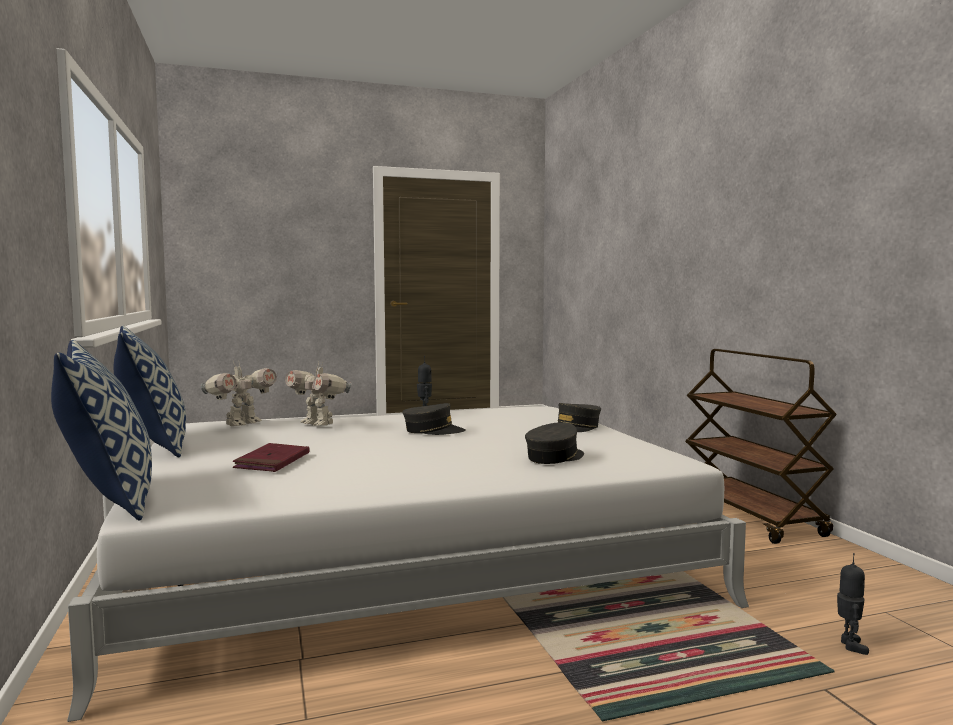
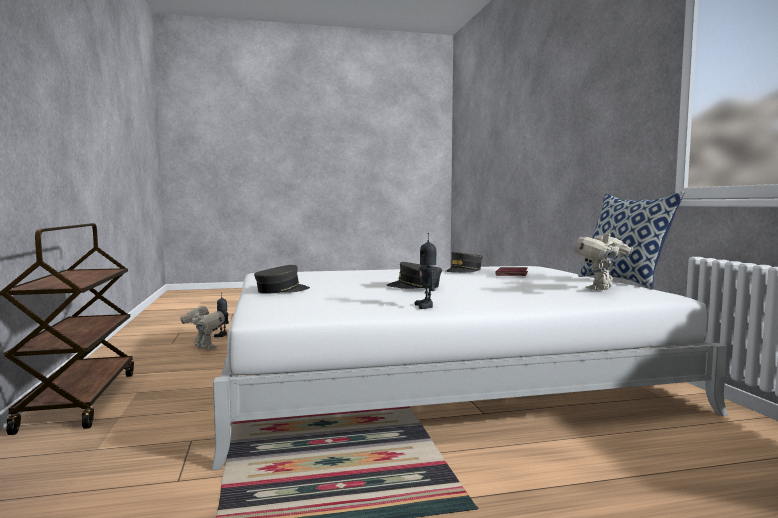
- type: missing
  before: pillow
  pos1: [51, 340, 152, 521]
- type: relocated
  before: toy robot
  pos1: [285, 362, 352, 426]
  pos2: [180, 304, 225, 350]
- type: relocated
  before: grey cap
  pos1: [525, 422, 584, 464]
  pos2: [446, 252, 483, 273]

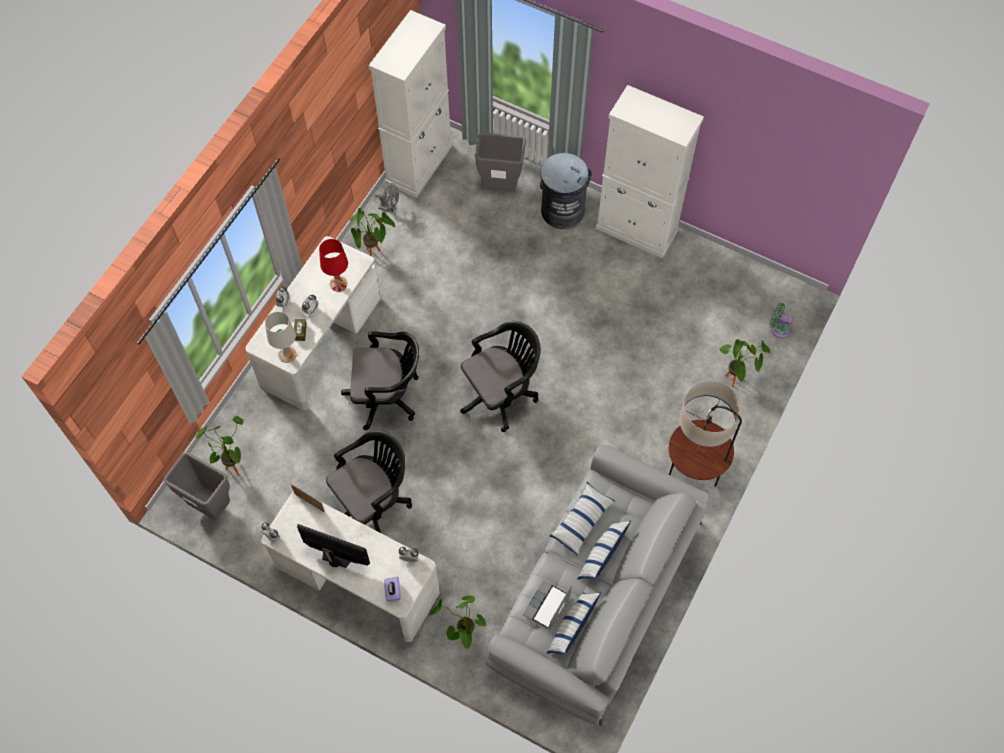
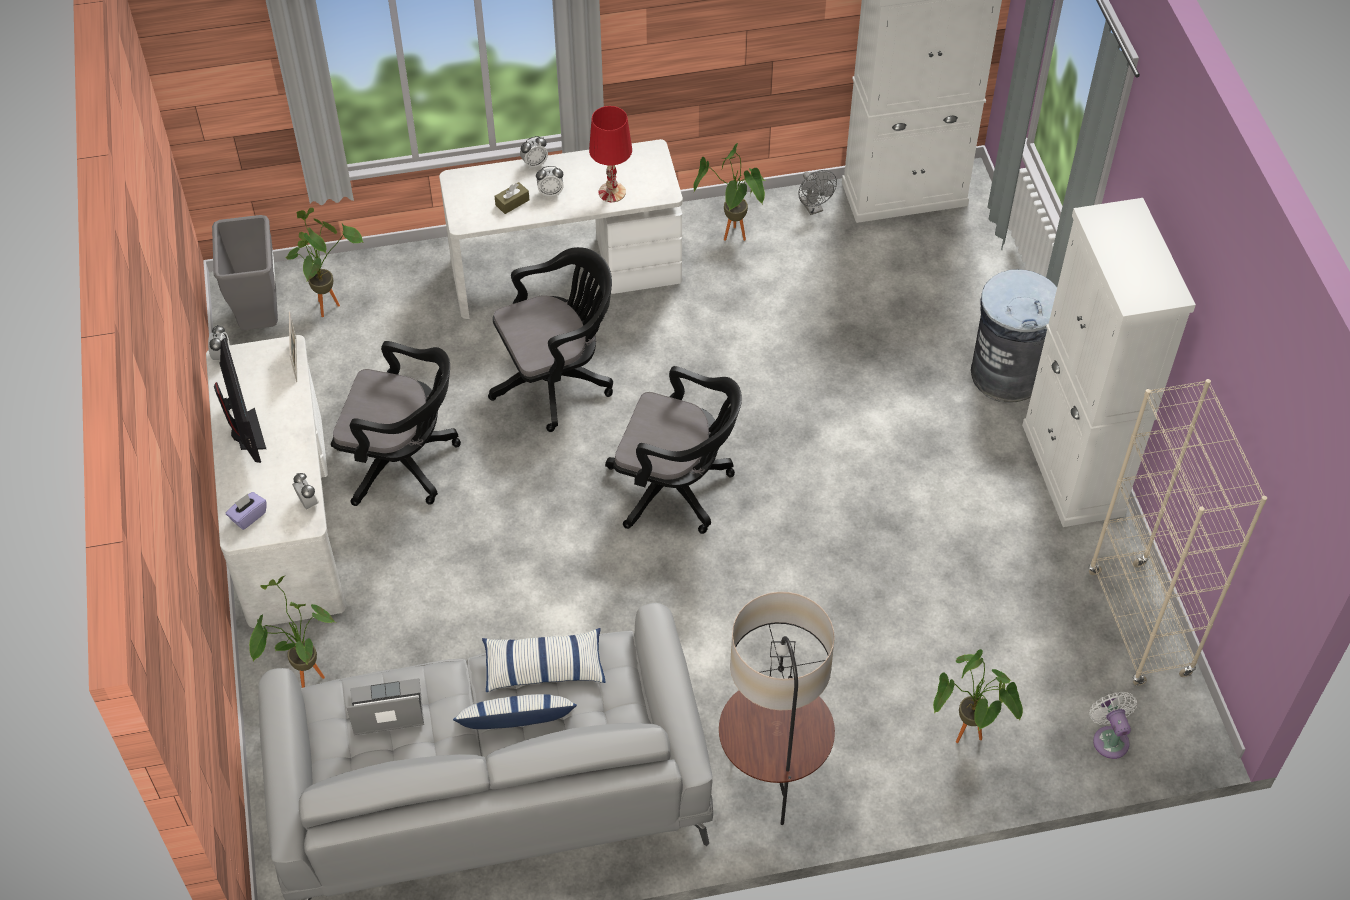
- type: missing
  before: white table lamp
  pos1: [265, 312, 297, 363]
- type: spun
  before: black office chair
  pos1: [341, 331, 419, 430]
  pos2: [488, 247, 613, 432]
  turn: -75
- type: missing
  before: grey trash can
  pos1: [475, 133, 526, 191]
- type: missing
  before: pillow
  pos1: [547, 592, 601, 655]
- type: colour
  before: green fan
  after: white fan
  pos1: [770, 303, 794, 338]
  pos2: [1089, 692, 1137, 759]
- type: appeared
  after: beige bookcase
  pos2: [1088, 379, 1267, 686]

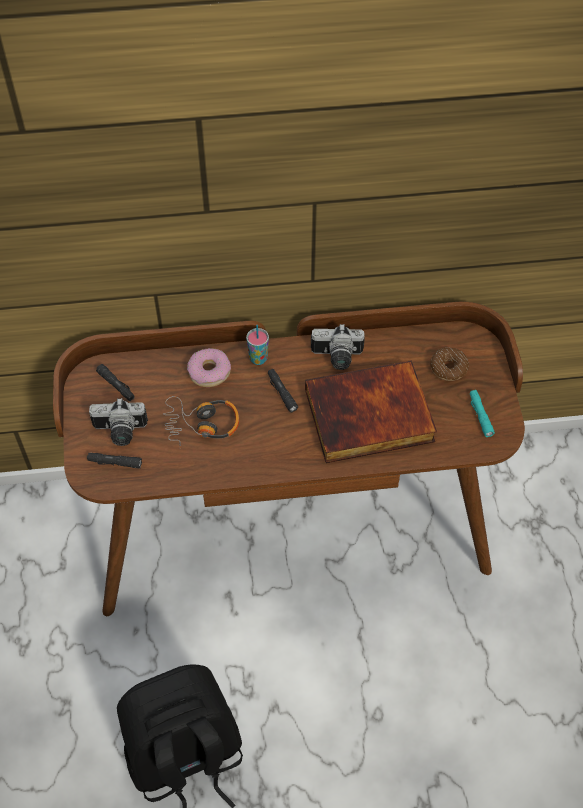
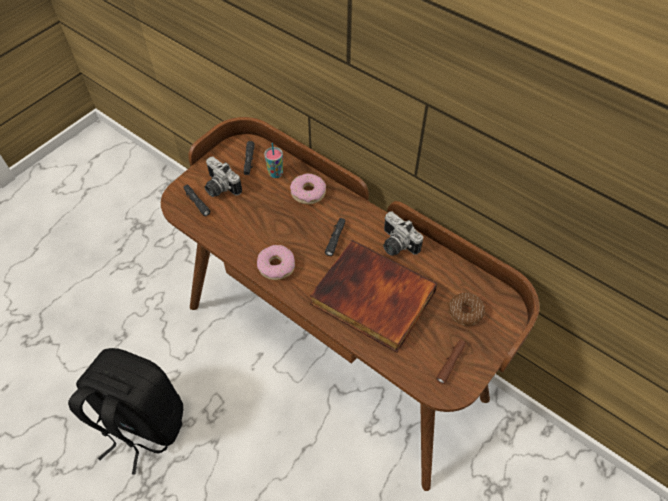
- type: missing
  before: headphones
  pos1: [163, 396, 239, 449]
- type: relocated
  before: cup
  pos1: [246, 325, 269, 365]
  pos2: [264, 143, 283, 178]
- type: colour
  before: turquoise flashlight
  after: brown flashlight
  pos1: [470, 390, 495, 437]
  pos2: [436, 340, 466, 384]
- type: appeared
  after: donut
  pos2: [257, 245, 295, 280]

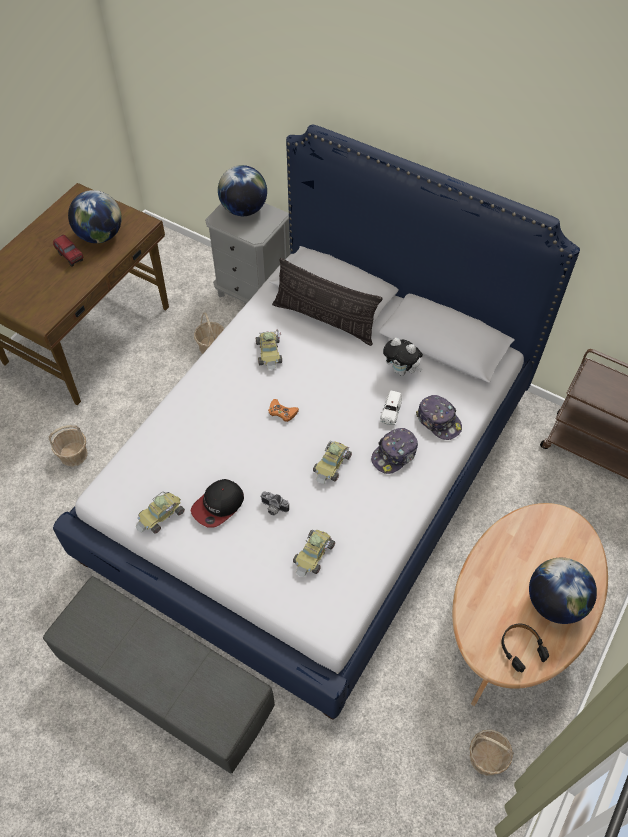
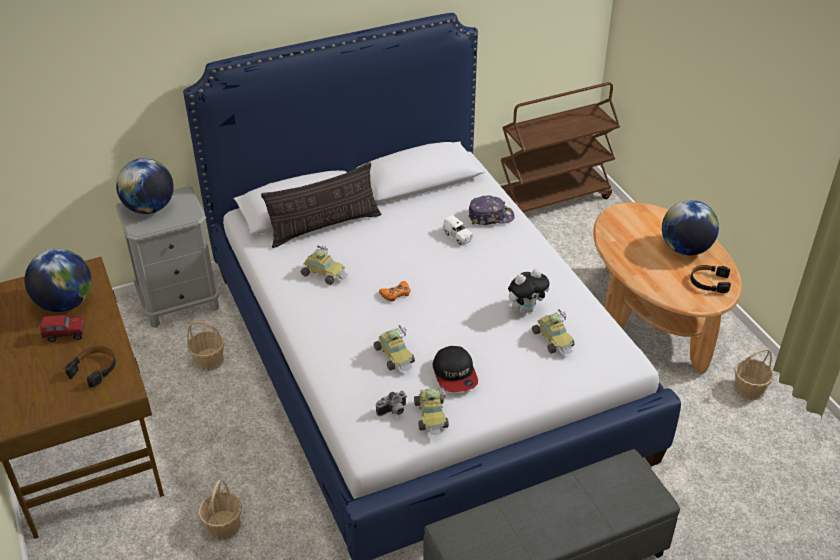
- type: relocated
  before: photo camera
  pos1: [260, 491, 289, 515]
  pos2: [376, 391, 407, 416]
- type: relocated
  before: toy car
  pos1: [313, 441, 352, 484]
  pos2: [374, 325, 415, 371]
- type: missing
  before: cap
  pos1: [371, 428, 418, 474]
- type: relocated
  before: plush toy
  pos1: [383, 338, 423, 376]
  pos2: [508, 269, 549, 314]
- type: appeared
  after: black headphones
  pos2: [65, 346, 116, 388]

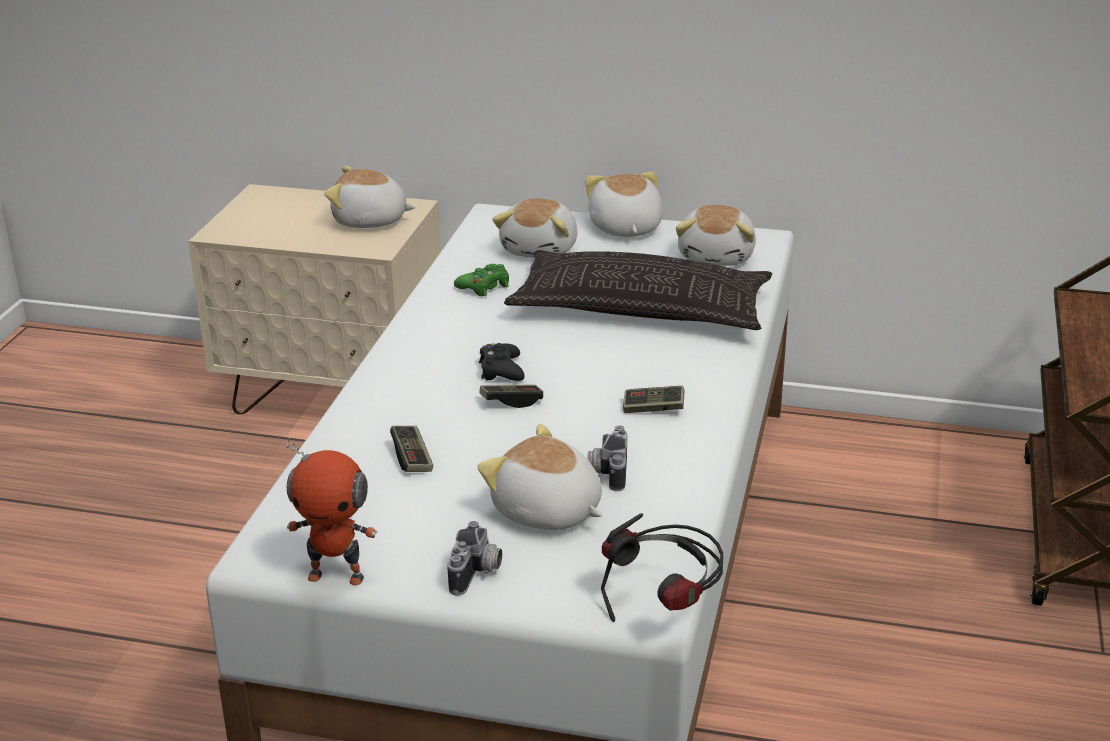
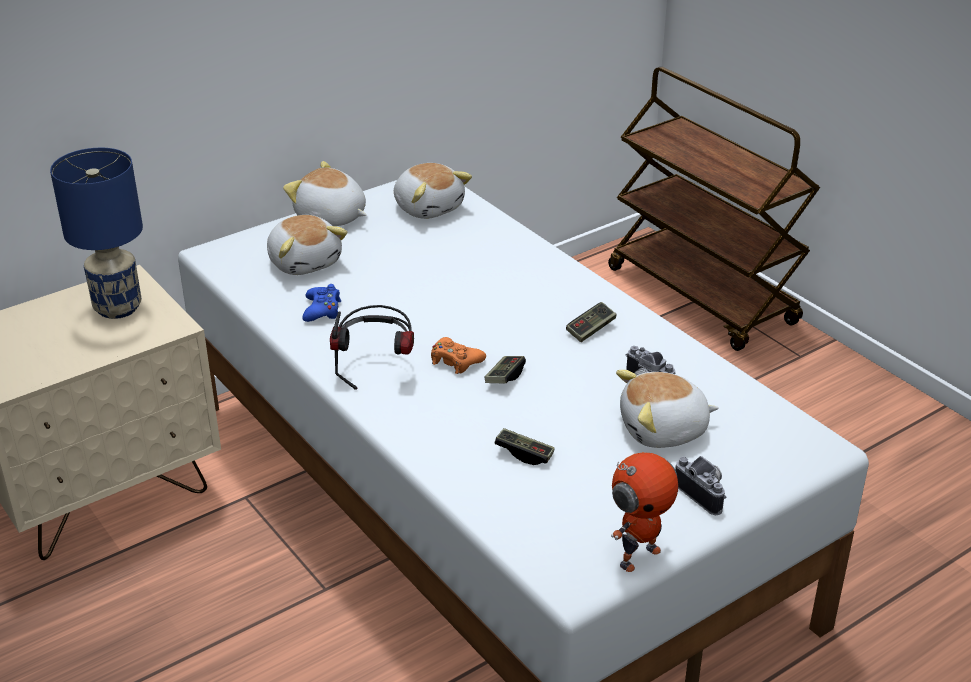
- type: exchanged
  before: plush toy
  after: blue table lamp
  pos1: [324, 166, 416, 228]
  pos2: [50, 148, 143, 319]
- type: colour
  before: green game controller
  after: blue game controller
  pos1: [454, 264, 509, 296]
  pos2: [303, 284, 341, 322]
- type: colour
  before: black game controller
  after: orange game controller
  pos1: [479, 343, 525, 381]
  pos2: [431, 337, 486, 374]
- type: missing
  before: pillow
  pos1: [504, 250, 772, 330]
- type: relocated
  before: headphones
  pos1: [601, 513, 723, 622]
  pos2: [330, 305, 414, 390]

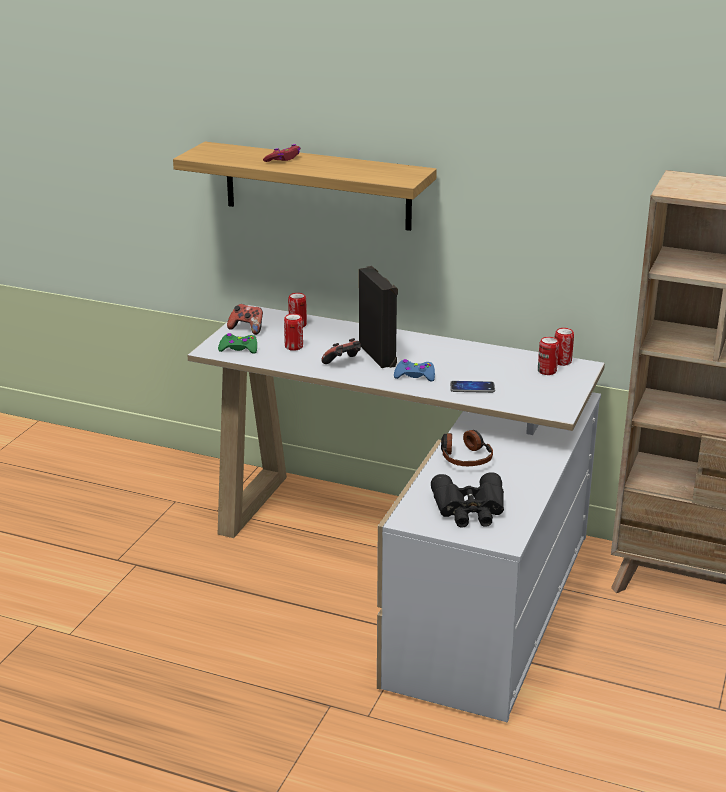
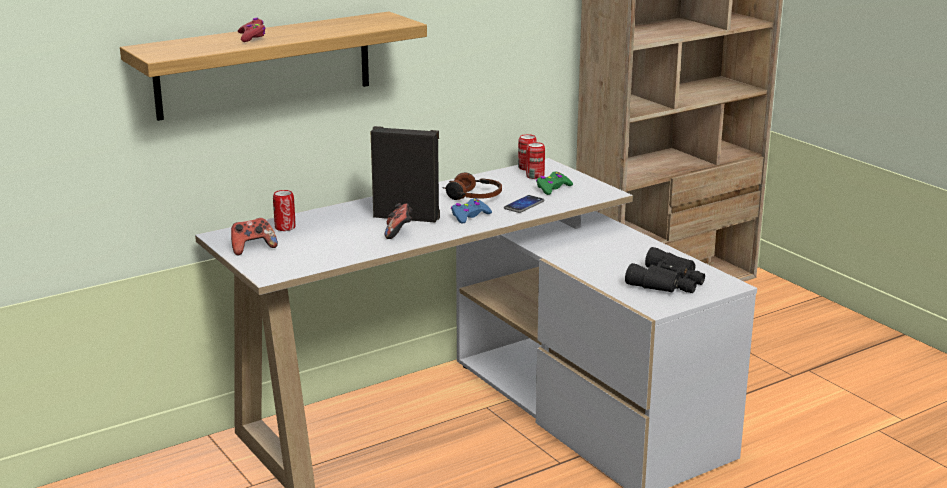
- type: relocated
  before: green game controller
  pos1: [218, 333, 257, 354]
  pos2: [536, 172, 573, 195]
- type: missing
  before: can
  pos1: [284, 314, 303, 351]
- type: relocated
  before: headphones
  pos1: [441, 430, 493, 466]
  pos2: [442, 172, 502, 200]

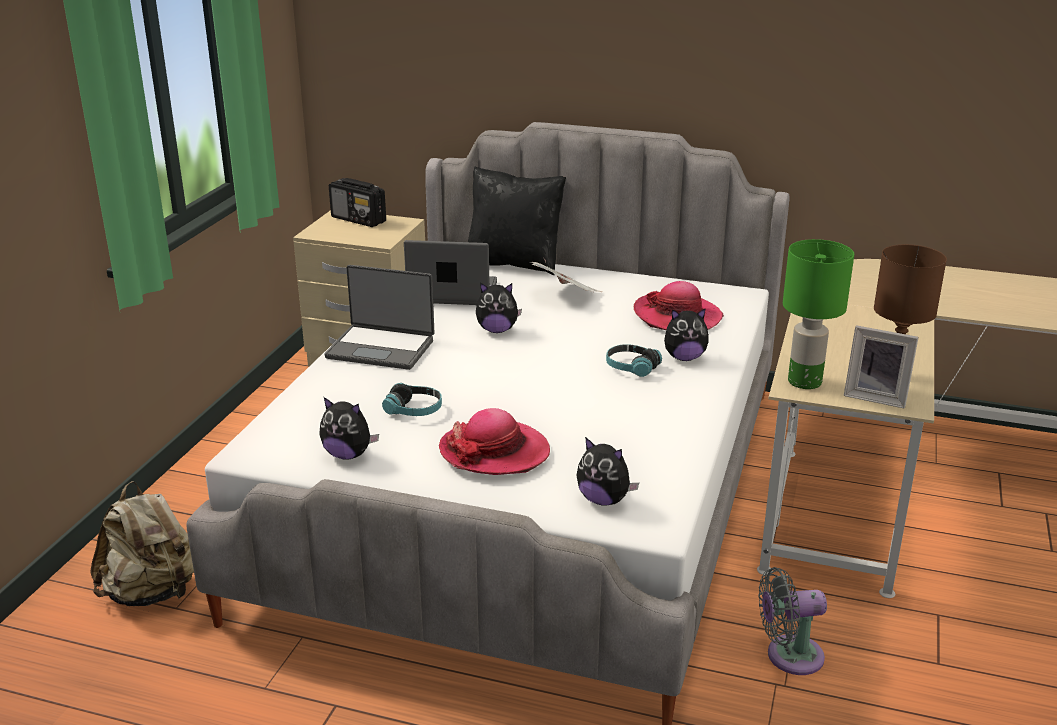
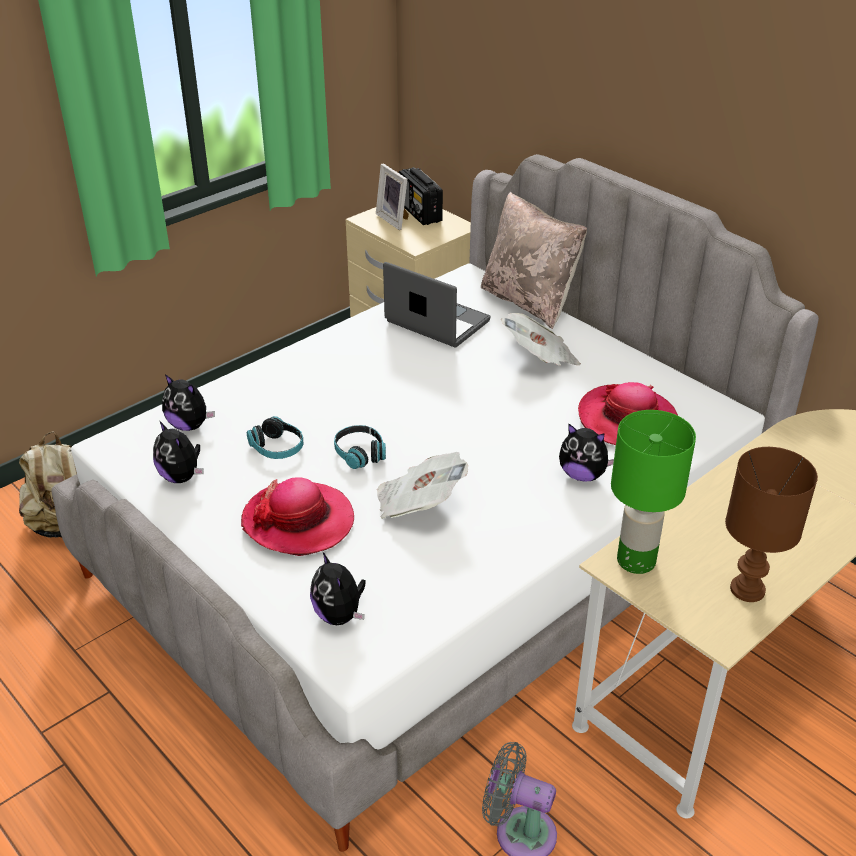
- type: missing
  before: laptop
  pos1: [325, 265, 435, 370]
- type: colour
  before: black pillow
  after: beige pillow
  pos1: [468, 167, 566, 275]
  pos2: [481, 192, 587, 329]
- type: relocated
  before: plush toy
  pos1: [476, 283, 522, 333]
  pos2: [162, 374, 215, 431]
- type: relocated
  before: headphones
  pos1: [606, 344, 662, 377]
  pos2: [334, 425, 386, 469]
- type: relocated
  before: picture frame
  pos1: [844, 325, 919, 409]
  pos2: [376, 164, 409, 230]
- type: appeared
  after: newspaper
  pos2: [377, 452, 468, 519]

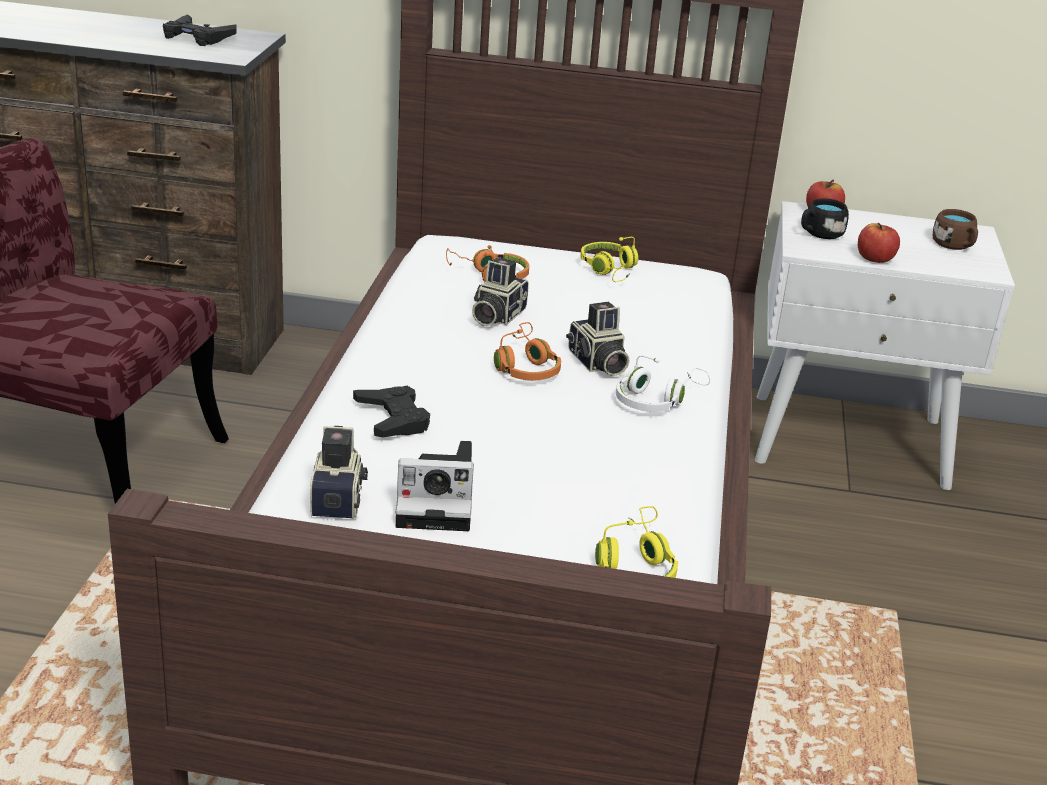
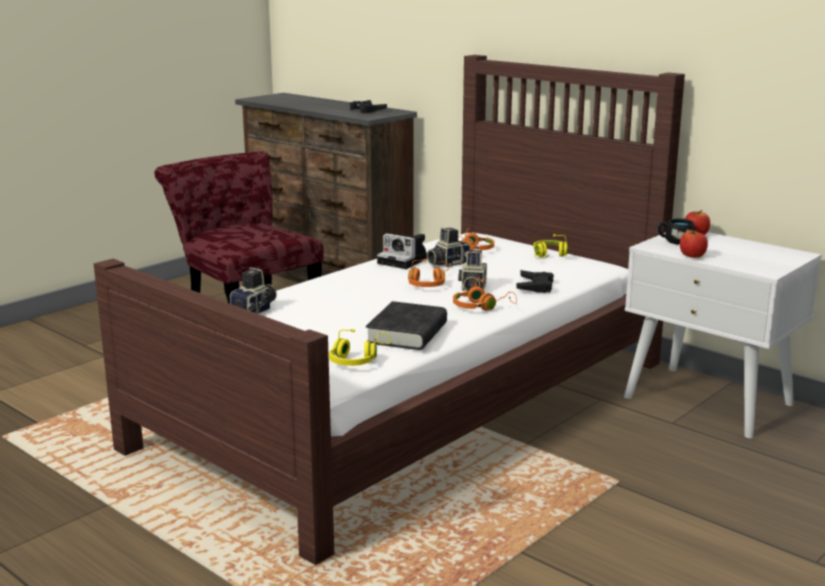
- type: relocated
  before: black game controller
  pos1: [353, 386, 430, 437]
  pos2: [516, 270, 554, 293]
- type: relocated
  before: photo camera
  pos1: [396, 441, 474, 531]
  pos2: [377, 233, 427, 269]
- type: colour
  before: white headphones
  after: orange headphones
  pos1: [616, 355, 710, 412]
  pos2: [453, 278, 517, 311]
- type: missing
  before: brown mug
  pos1: [933, 209, 978, 250]
- type: appeared
  after: black book
  pos2: [366, 301, 447, 350]

